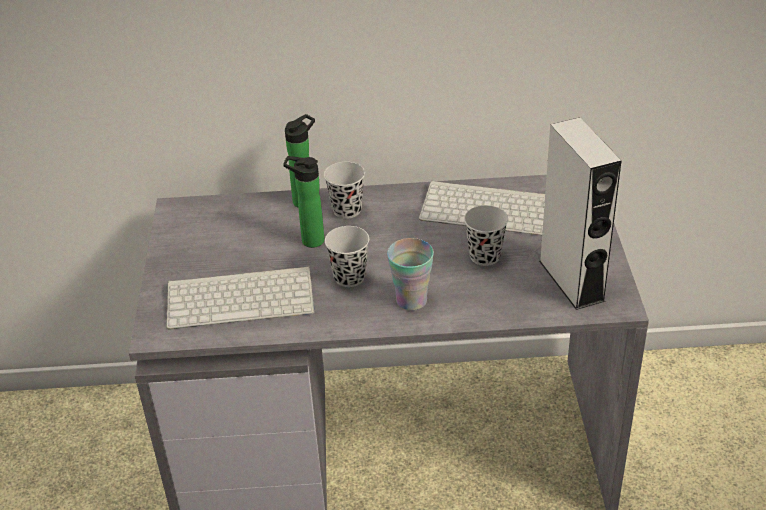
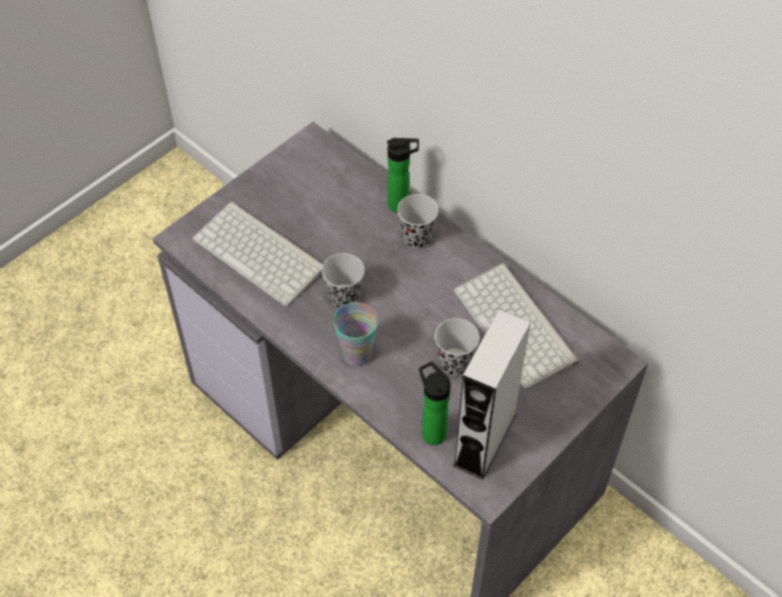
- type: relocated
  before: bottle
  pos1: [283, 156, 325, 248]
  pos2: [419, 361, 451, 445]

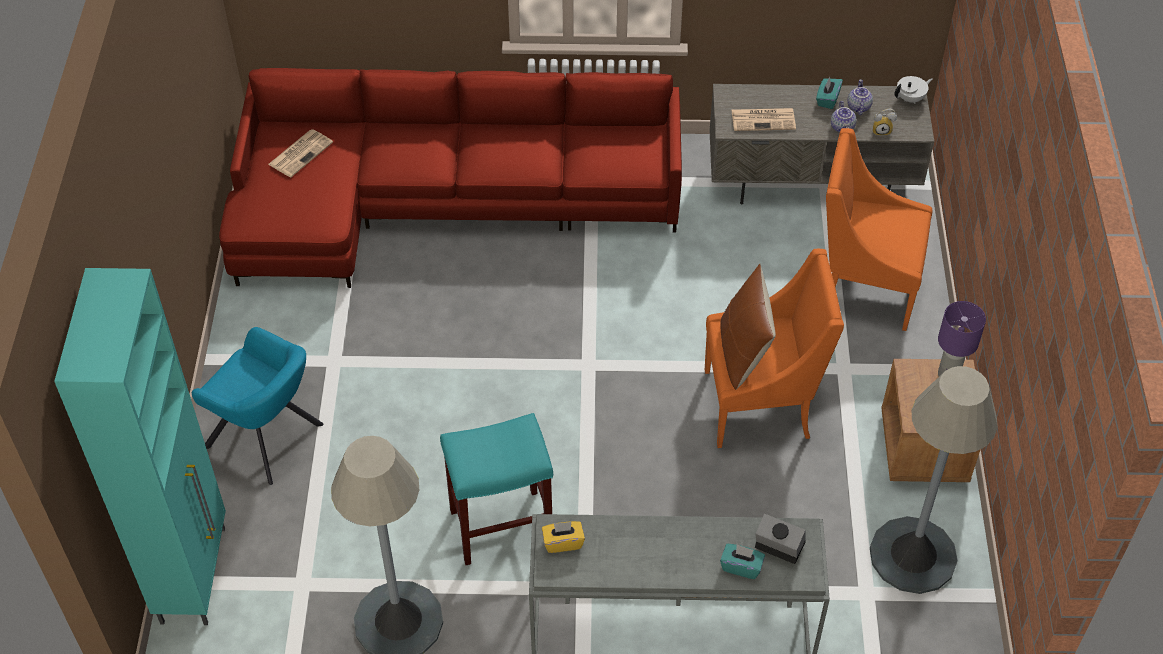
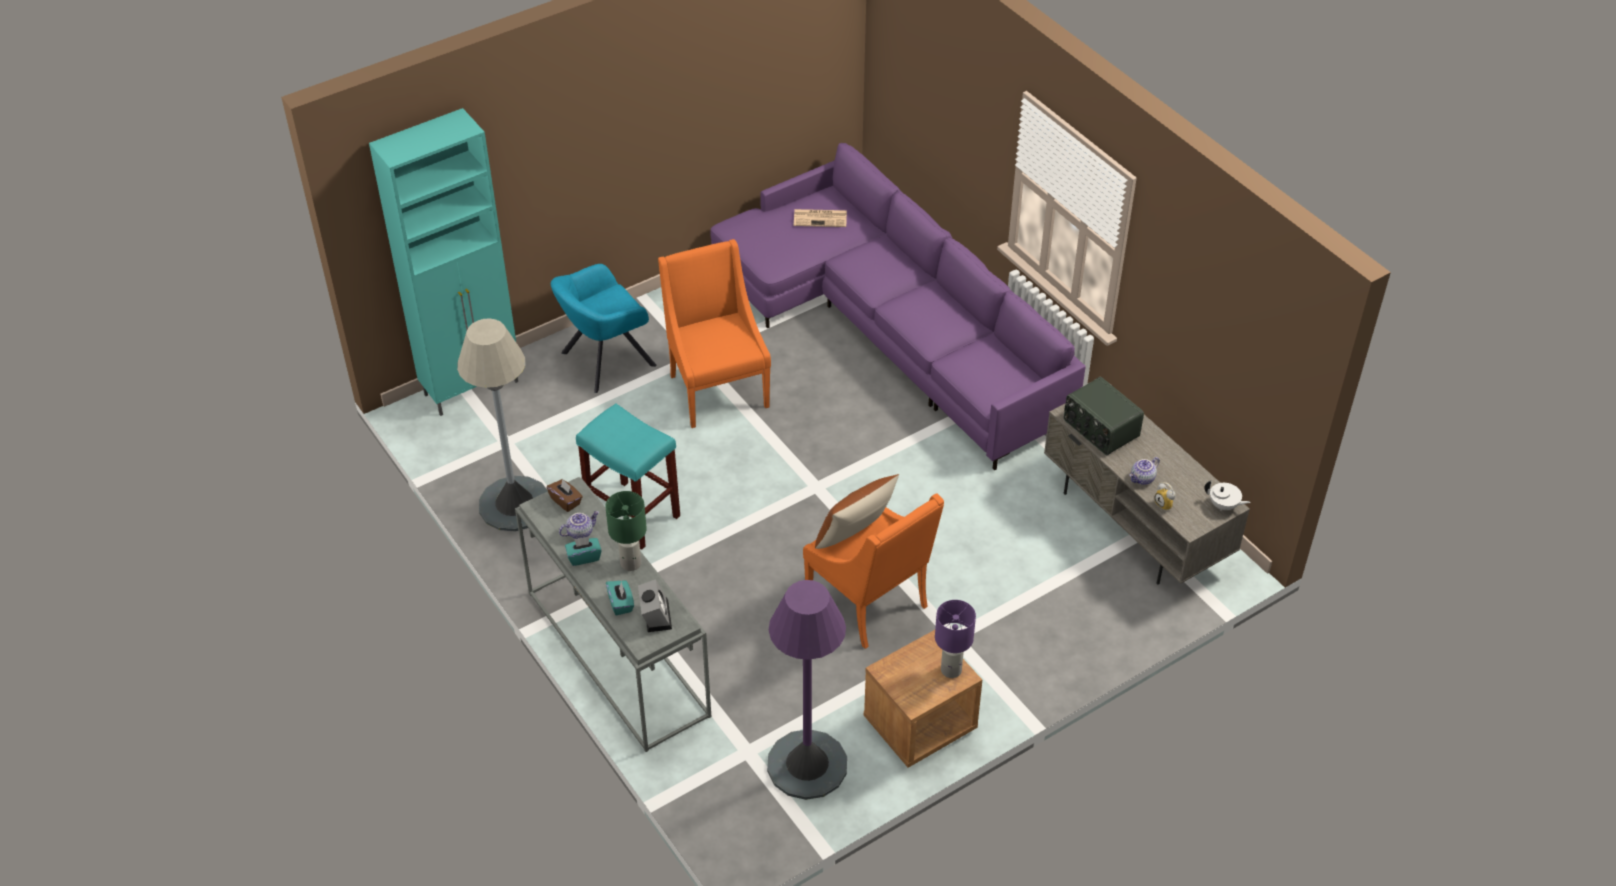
- type: spun
  before: turquoise armchair
  pos1: [192, 327, 324, 485]
  pos2: [551, 264, 657, 393]
  turn: 60
- type: colour
  before: red sofa
  after: purple sofa
  pos1: [219, 68, 682, 288]
  pos2: [710, 143, 1086, 471]
- type: colour
  before: yellow tissue box
  after: brown tissue box
  pos1: [542, 521, 585, 553]
  pos2: [547, 478, 583, 512]
- type: exchanged
  before: newspaper
  after: radio
  pos1: [732, 108, 796, 131]
  pos2: [1064, 377, 1144, 455]
- type: relocated
  before: turquoise tissue box
  pos1: [816, 77, 843, 109]
  pos2: [565, 536, 602, 566]
- type: relocated
  before: orange armchair
  pos1: [826, 128, 932, 331]
  pos2: [658, 239, 771, 428]
- type: relocated
  before: teapot
  pos1: [847, 79, 873, 115]
  pos2: [559, 511, 599, 539]
- type: colour
  before: grey floor lamp
  after: purple floor lamp
  pos1: [870, 366, 998, 594]
  pos2: [767, 580, 847, 800]
- type: appeared
  after: green table lamp
  pos2: [605, 491, 647, 571]

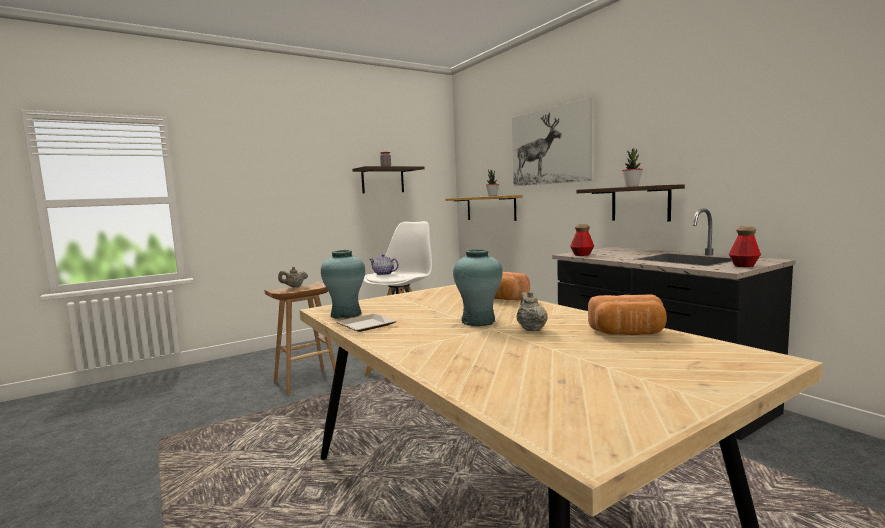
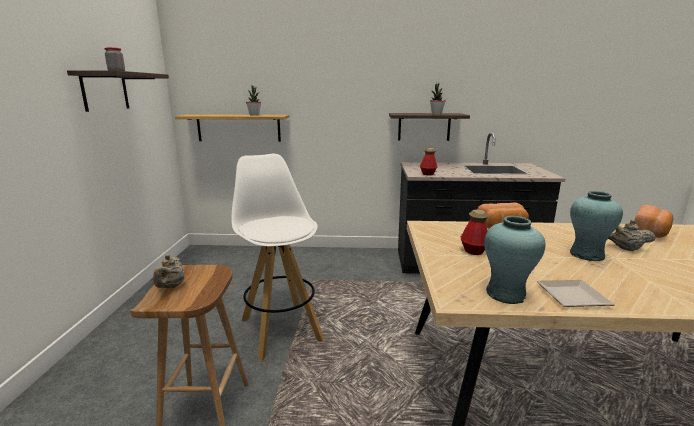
- type: missing
  before: teapot
  pos1: [369, 254, 399, 275]
- type: missing
  before: picture
  pos1: [512, 97, 595, 186]
- type: relocated
  before: bottle
  pos1: [729, 226, 761, 267]
  pos2: [461, 209, 488, 255]

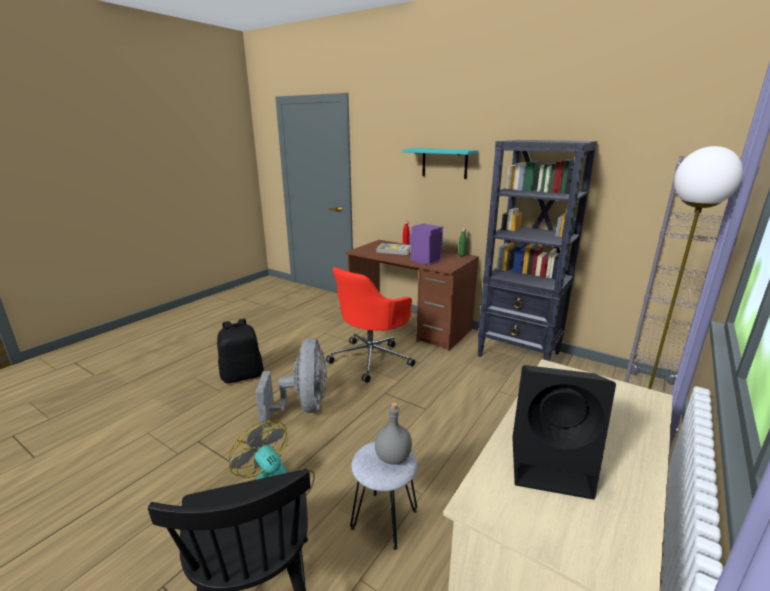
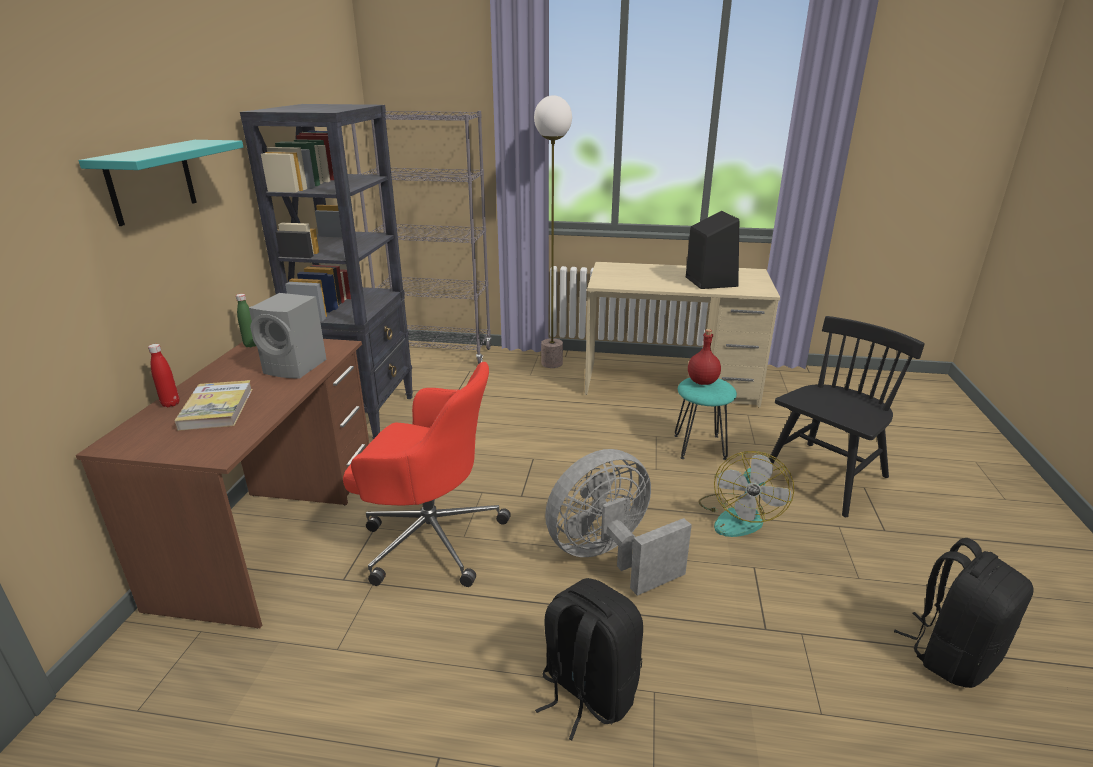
- type: colour
  before: grey stool
  after: turquoise stool
  pos1: [350, 441, 417, 550]
  pos2: [674, 378, 737, 460]
- type: colour
  before: grey bottle
  after: red bottle
  pos1: [375, 402, 412, 465]
  pos2: [688, 329, 721, 385]
- type: colour
  before: purple speaker
  after: grey speaker
  pos1: [410, 224, 443, 265]
  pos2: [249, 293, 327, 379]
- type: appeared
  after: black backpack
  pos2: [894, 538, 1034, 688]

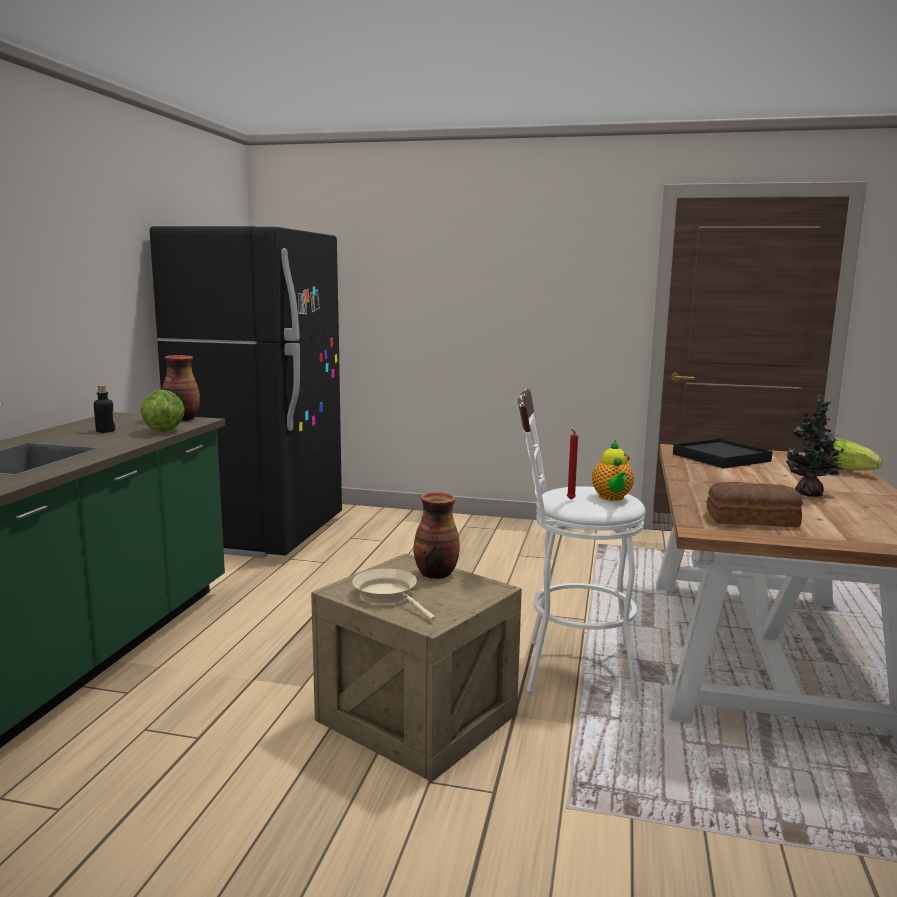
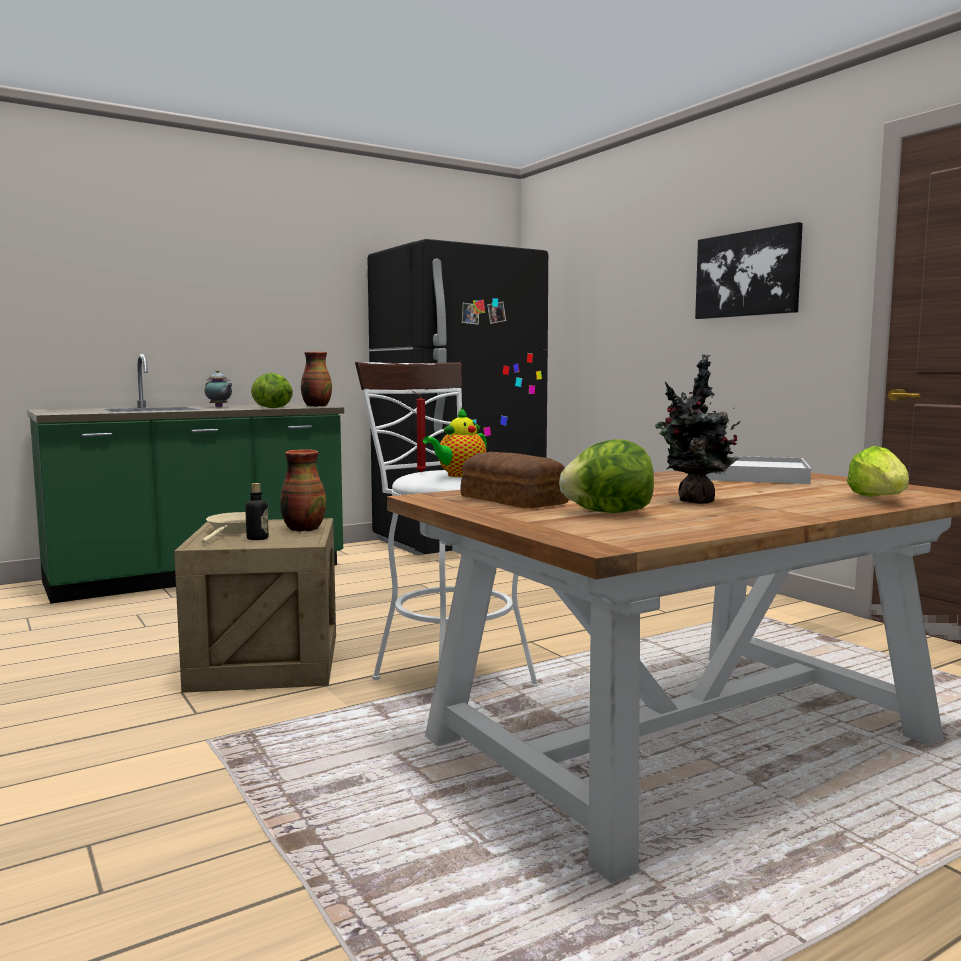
- type: relocated
  before: bottle
  pos1: [94, 385, 115, 433]
  pos2: [245, 483, 269, 540]
- type: colour
  before: black tray
  after: white tray
  pos1: [673, 439, 773, 469]
  pos2: [706, 456, 811, 484]
- type: appeared
  after: teapot
  pos2: [205, 370, 233, 407]
- type: appeared
  after: lettuce
  pos2: [559, 439, 654, 513]
- type: appeared
  after: picture
  pos2: [695, 222, 803, 319]

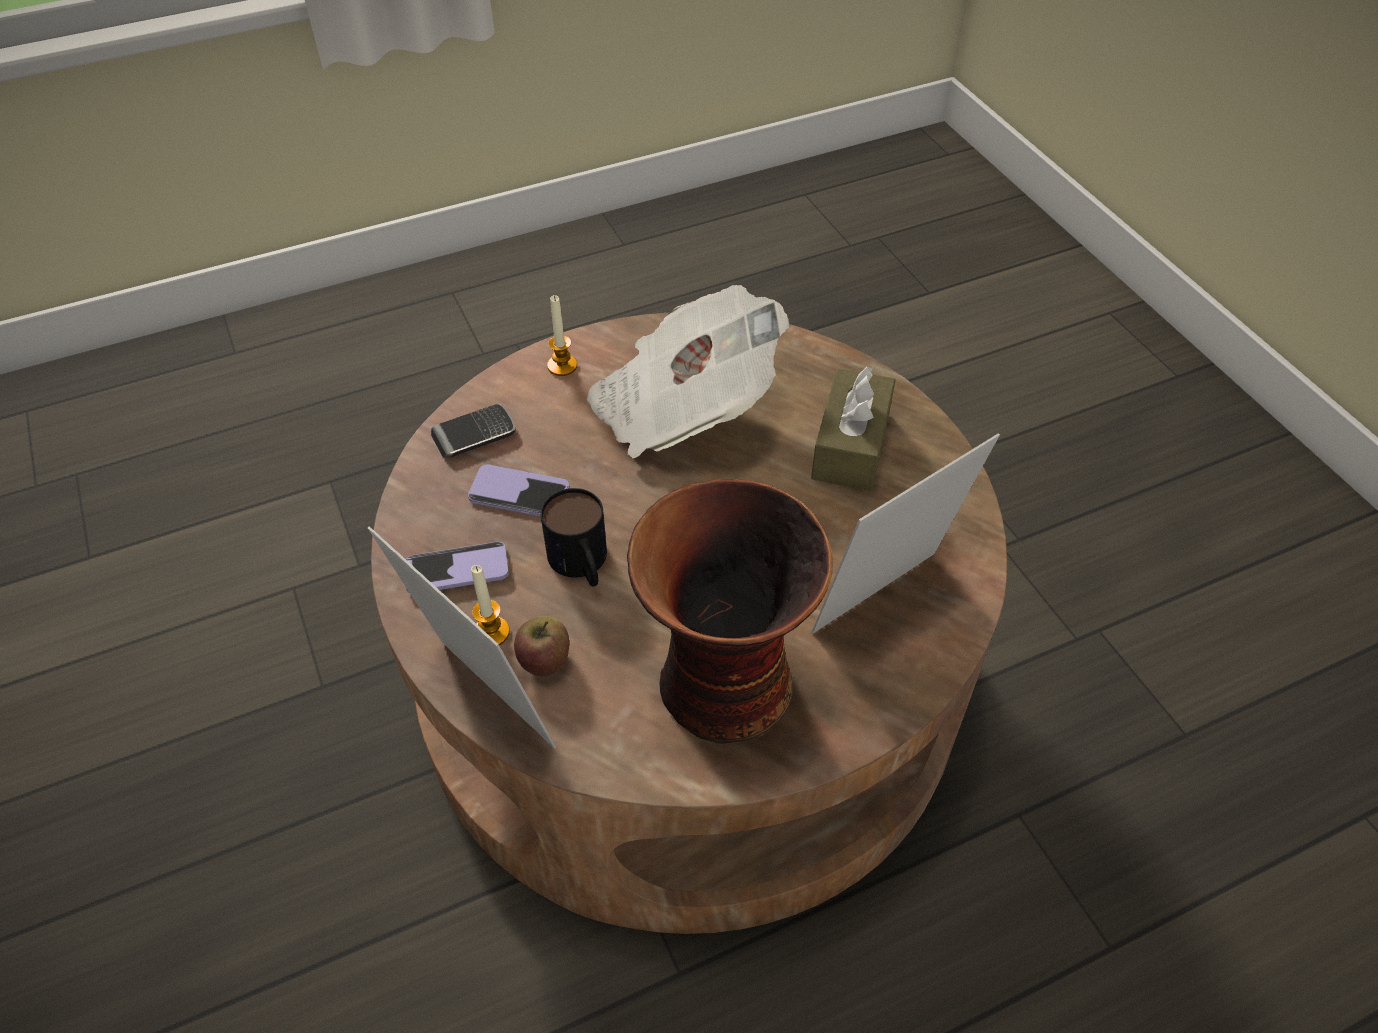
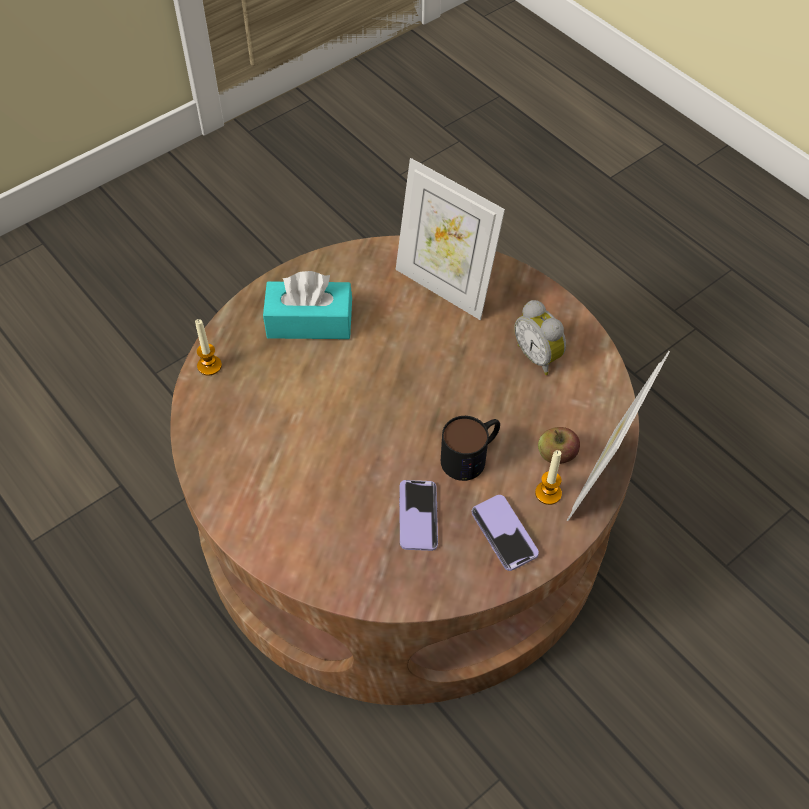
- type: missing
  before: phone
  pos1: [431, 404, 516, 458]
- type: relocated
  before: candle
  pos1: [547, 295, 577, 376]
  pos2: [195, 319, 222, 376]
- type: missing
  before: newspaper
  pos1: [587, 285, 790, 458]
- type: exchanged
  before: vase
  after: alarm clock
  pos1: [627, 479, 833, 744]
  pos2: [514, 300, 566, 375]
- type: colour
  before: brown tissue box
  after: turquoise tissue box
  pos1: [811, 367, 896, 491]
  pos2: [263, 271, 352, 339]

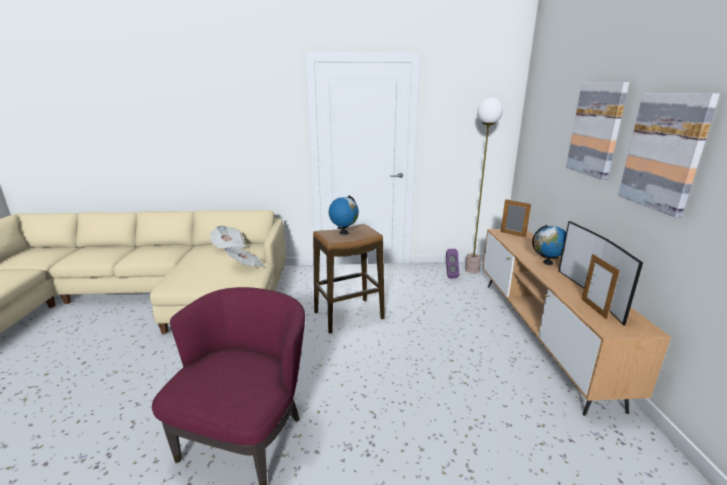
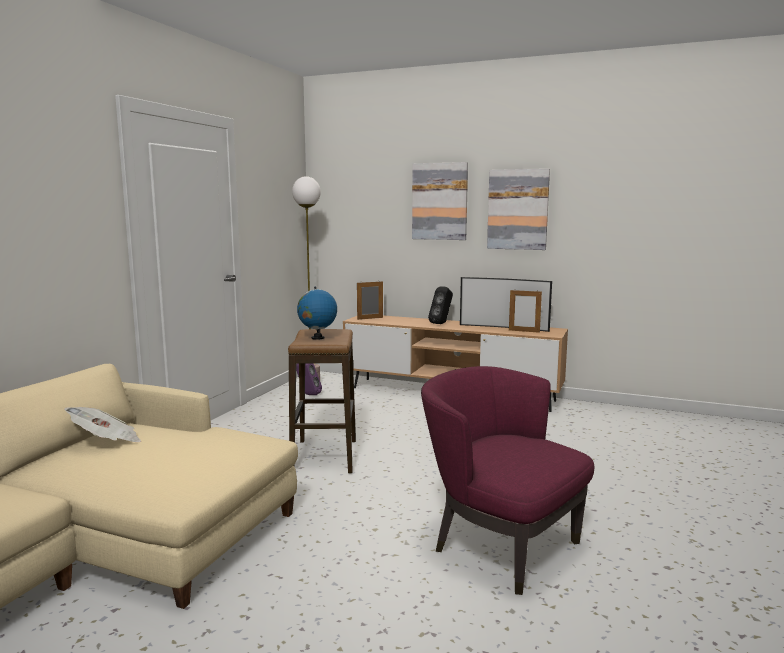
- type: missing
  before: newspaper
  pos1: [223, 247, 265, 267]
- type: exchanged
  before: globe
  after: black speaker
  pos1: [532, 225, 566, 265]
  pos2: [428, 286, 453, 324]

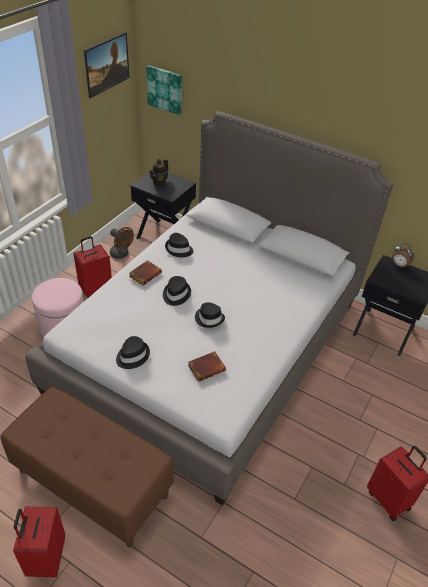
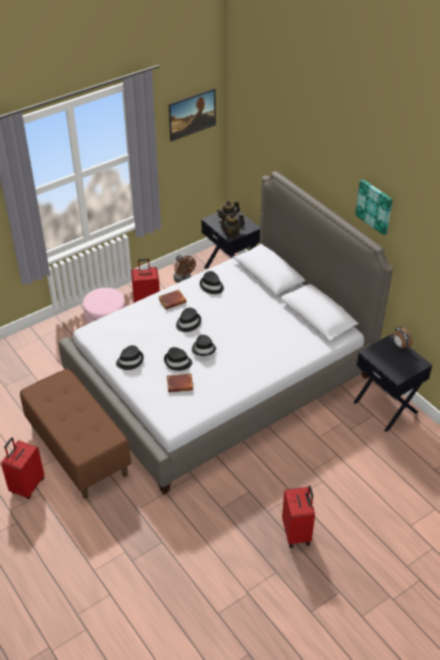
- type: relocated
  before: picture
  pos1: [146, 65, 182, 115]
  pos2: [355, 179, 393, 235]
- type: appeared
  after: black hat
  pos2: [164, 347, 192, 371]
- type: appeared
  after: teapot
  pos2: [219, 213, 245, 237]

